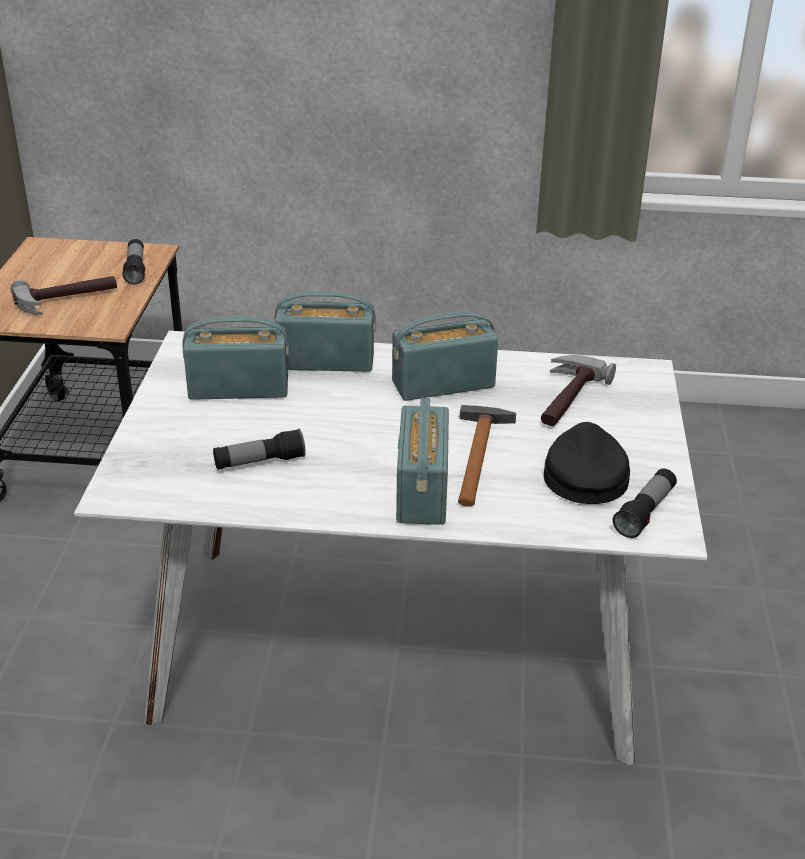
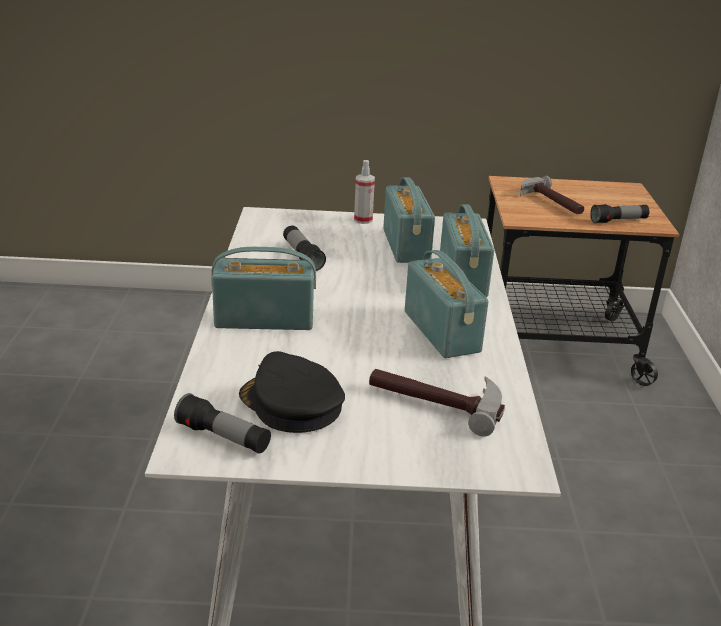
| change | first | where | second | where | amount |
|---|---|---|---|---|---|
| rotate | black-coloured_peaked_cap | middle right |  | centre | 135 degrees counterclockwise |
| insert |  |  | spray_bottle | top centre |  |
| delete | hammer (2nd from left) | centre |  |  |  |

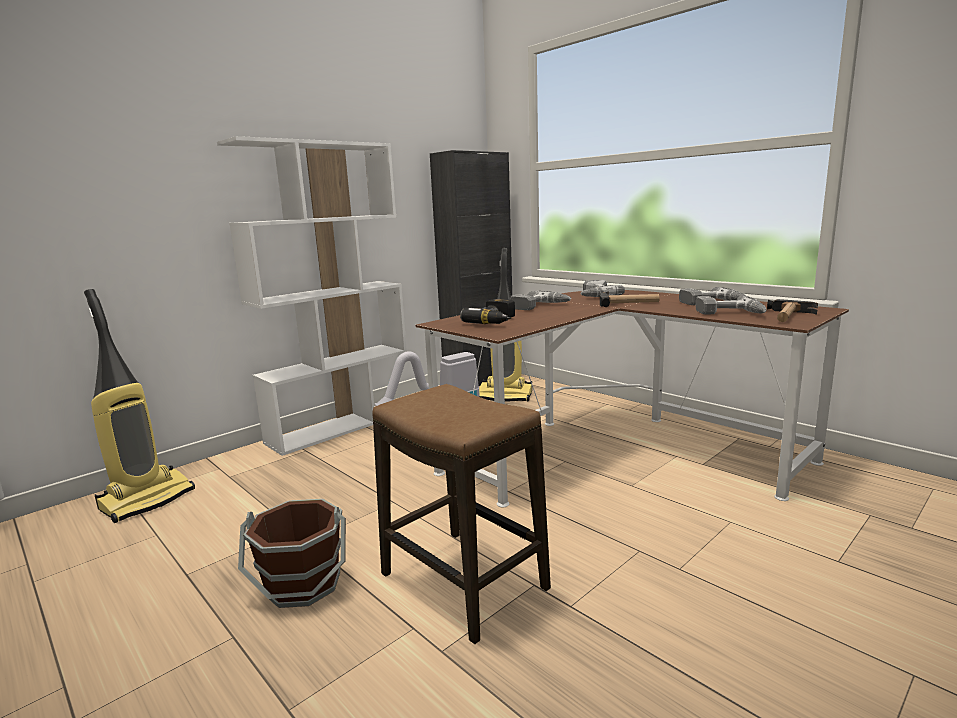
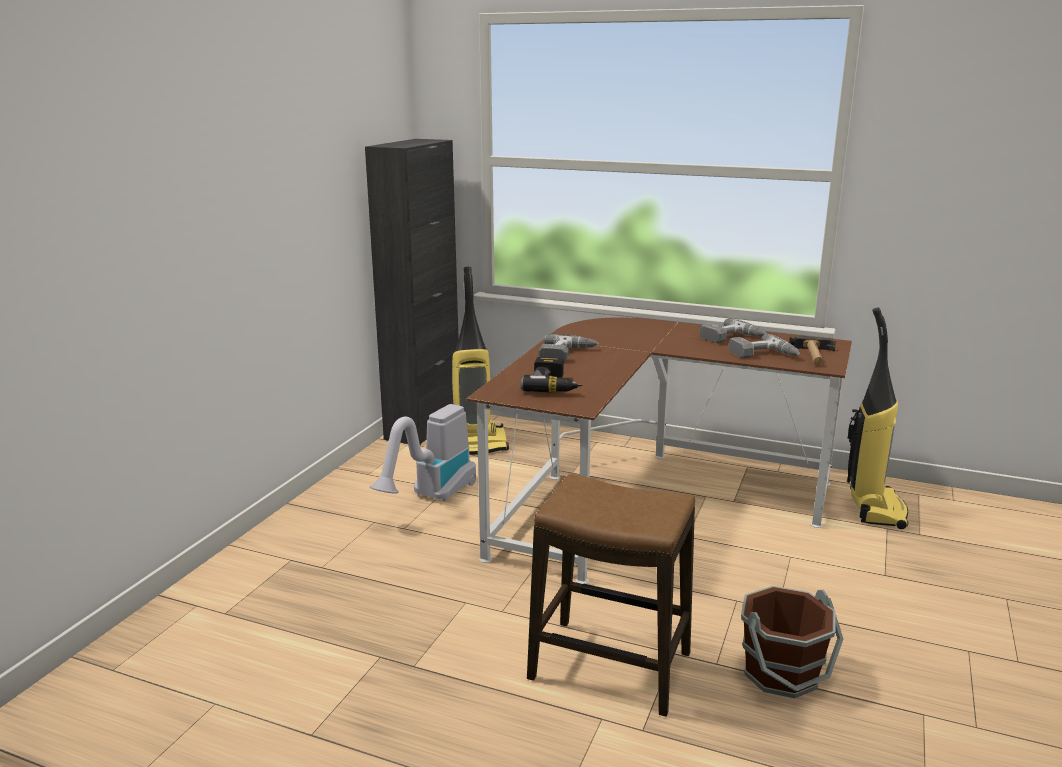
| change | first | where | second | where | amount |
|---|---|---|---|---|---|
| move | brown_water_bucket | bottom left |  | bottom right |  |
| move | vacuum (1st from left in the first image) | middle left | vacuum (3rd from left) | middle right |  |
| delete | white-coloured_bookcase | middle left |  |  |  |
| delete | power_drill (3rd from left) | centre |  |  |  |
| delete | hammer (1st from left) | centre |  |  |  |

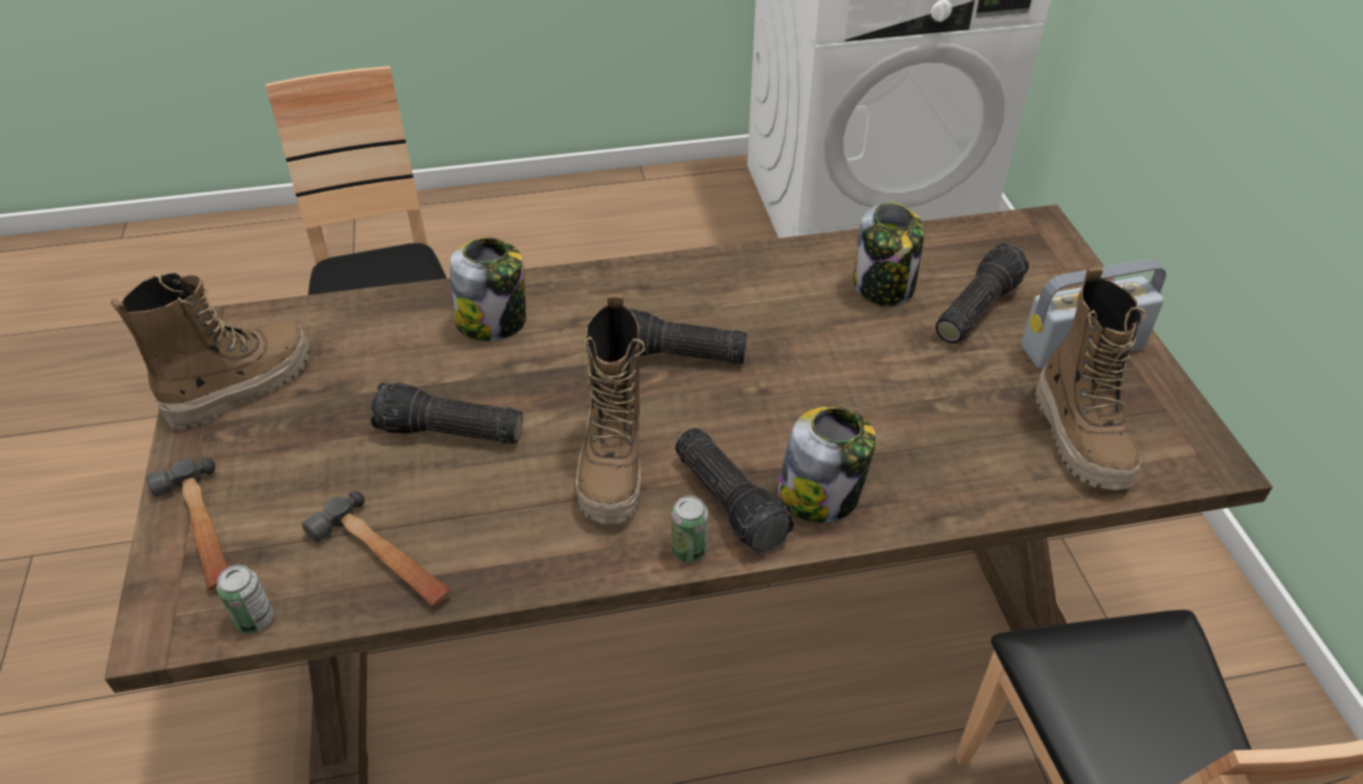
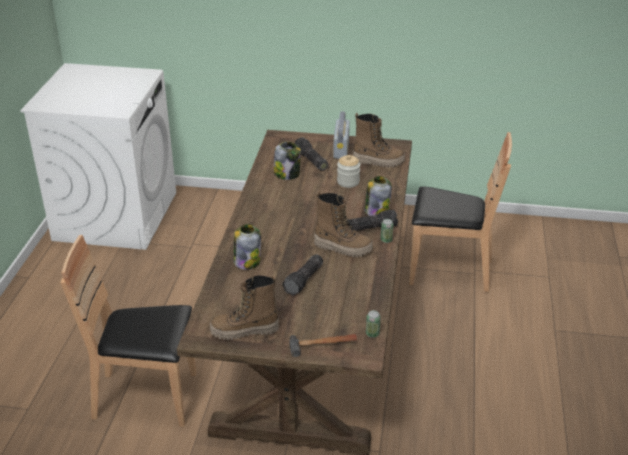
| change | first | where | second | where | amount |
|---|---|---|---|---|---|
| rotate | tall_boot (1st from left) | middle left |  | bottom centre | 75 degrees counterclockwise |
| insert |  |  | preserve_jar (3rd from left) | centre |  |
| delete | hammer (2nd from left) | bottom left |  |  |  |
| delete | hand_torch (2nd from left) | centre |  |  |  |

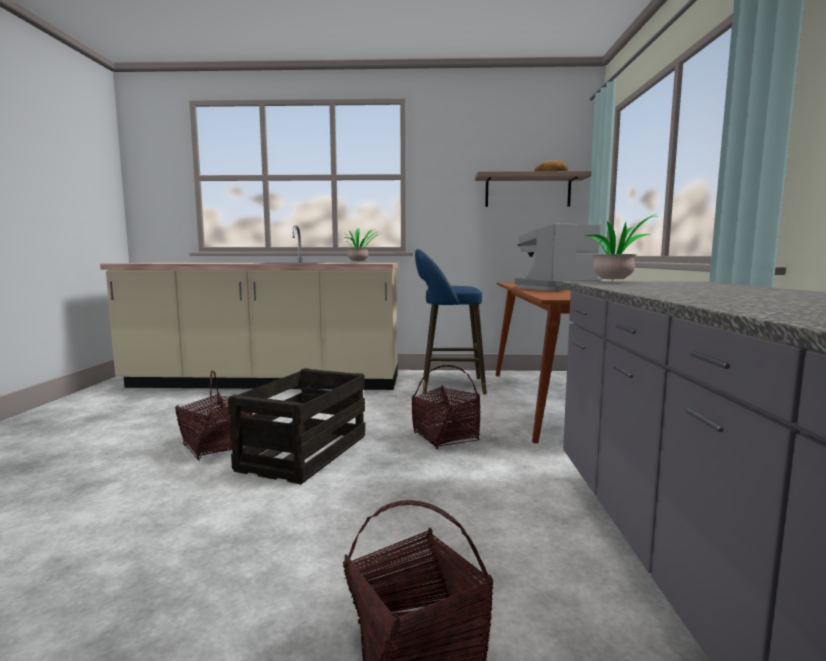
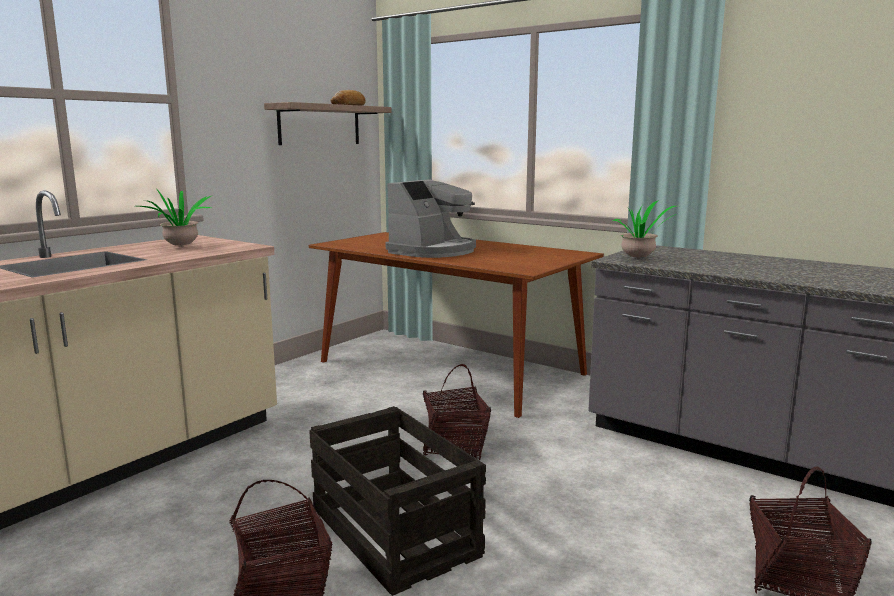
| change | first | where | second | where | amount |
|---|---|---|---|---|---|
| rotate | coffee_maker | middle right |  | centre | 150 degrees counterclockwise |
| delete | blue_sitting_stool | centre |  |  |  |

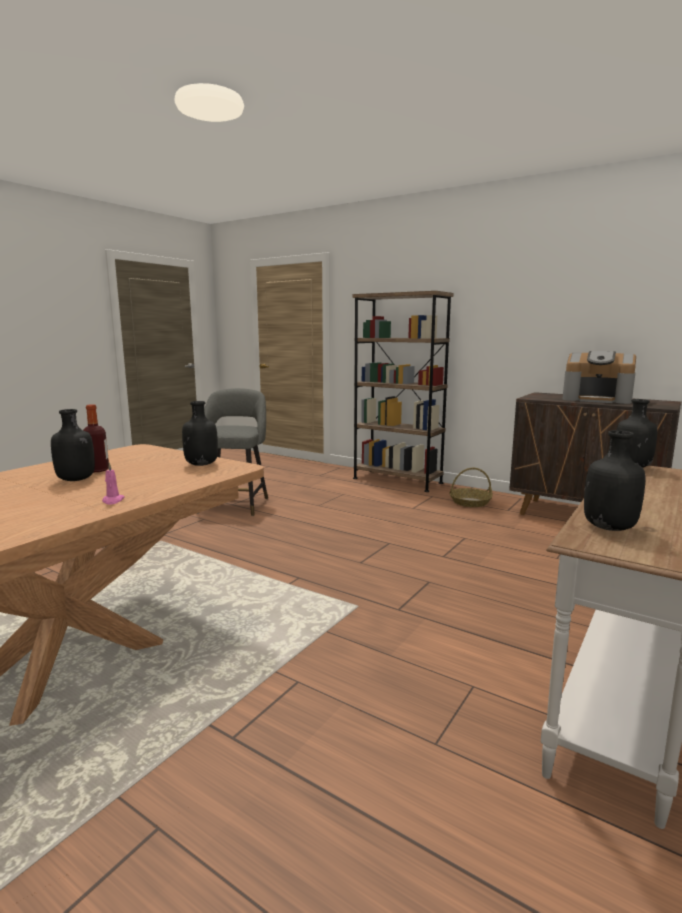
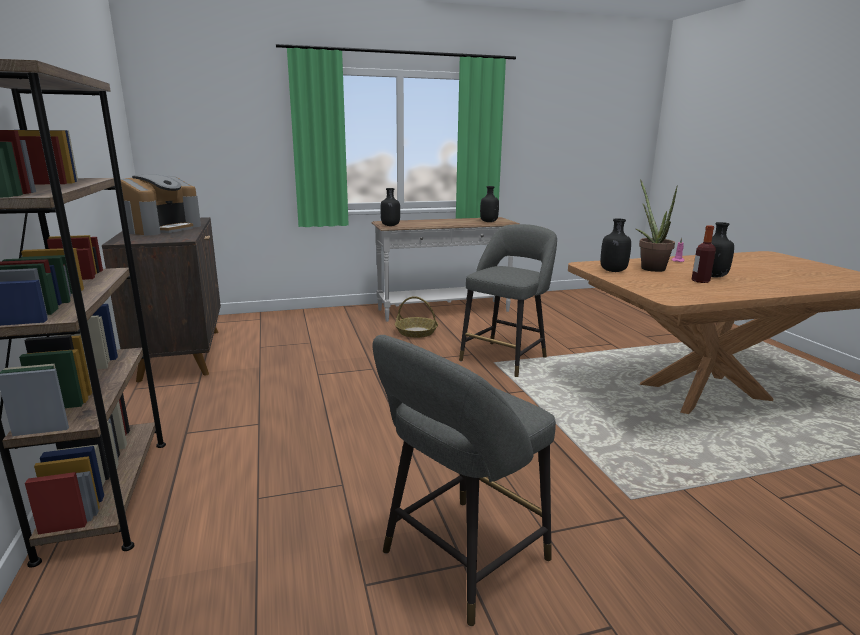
| change | first | where | second | where | amount |
|---|---|---|---|---|---|
| rotate | coffee_maker | middle right |  | top left | 45 degrees clockwise |
| move | basket | middle right |  | centre |  |
| insert |  |  | gray_sitting_stool (2nd from left) | centre |  |
| insert |  |  | houseplant | middle right |  |

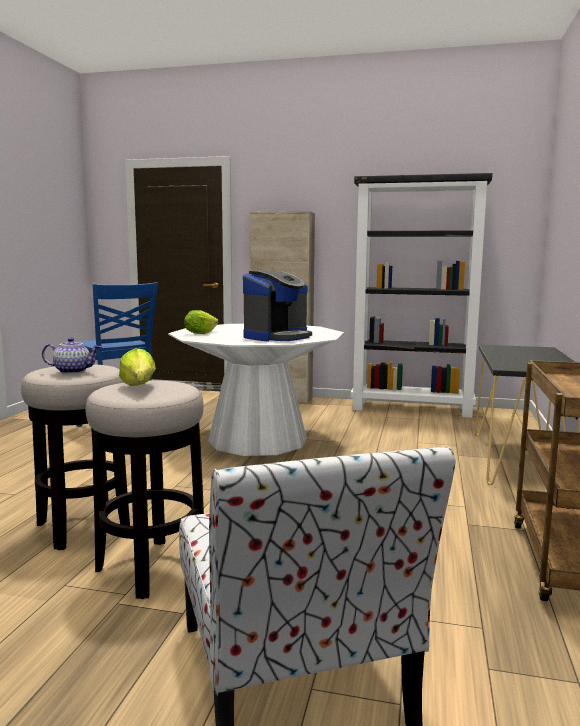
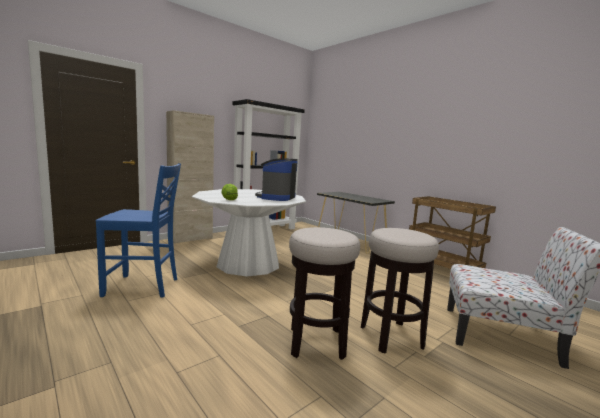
| change | first | where | second | where | amount |
|---|---|---|---|---|---|
| rotate | coffee_maker | centre |  | centre | 150 degrees counterclockwise |
| delete | tea_pot | middle left |  |  |  |
| delete | lettuce_head (1st from left) | middle left |  |  |  |

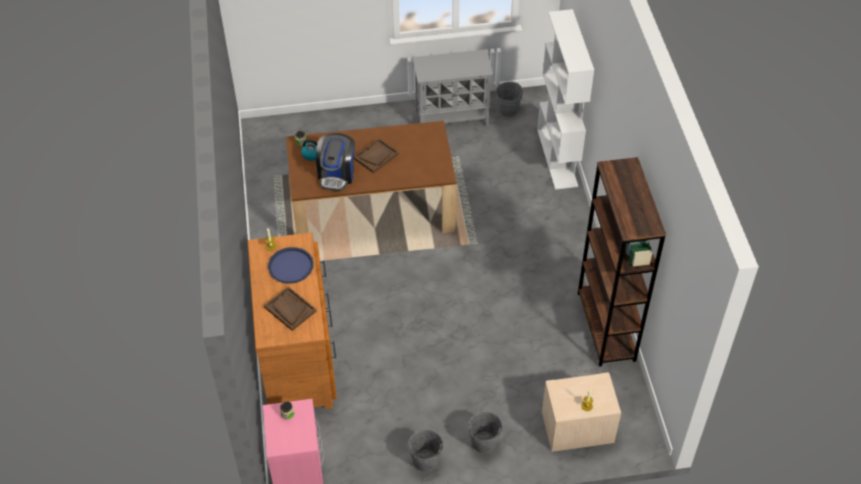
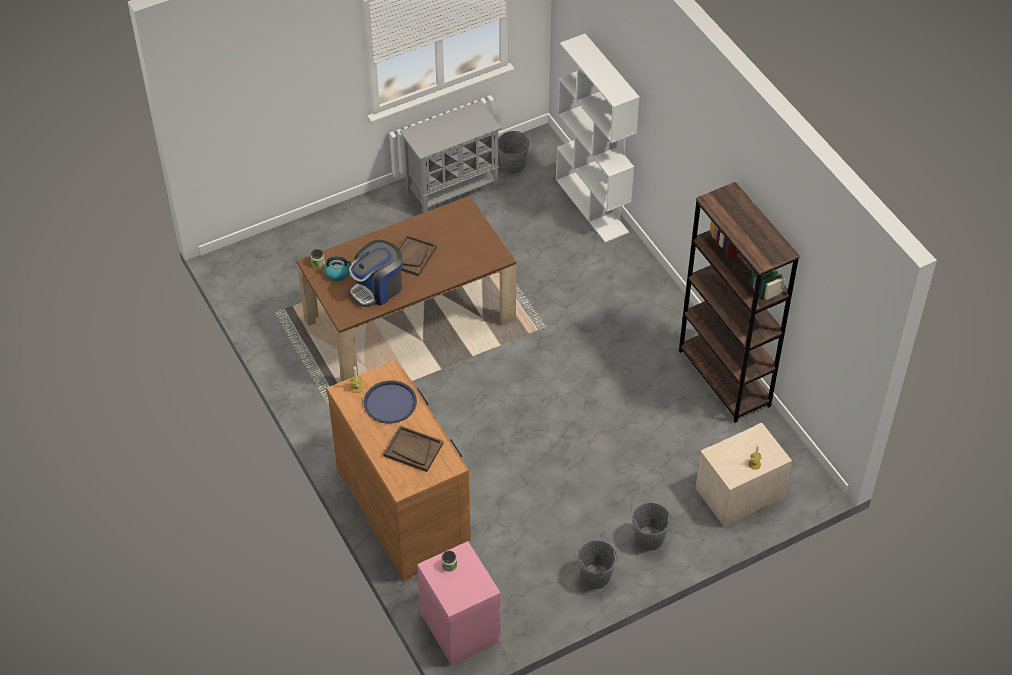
| change | first | where | second | where | amount |
|---|---|---|---|---|---|
| rotate | coffee_maker | centre |  | centre | 60 degrees clockwise |

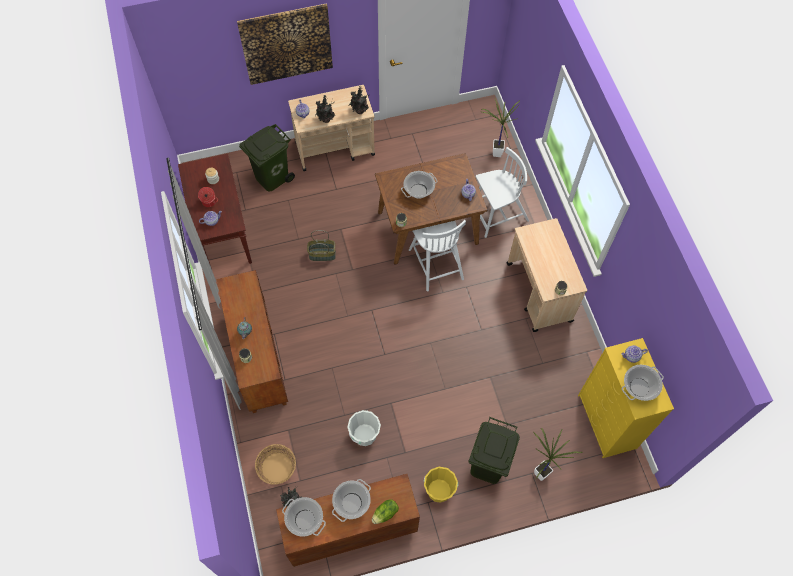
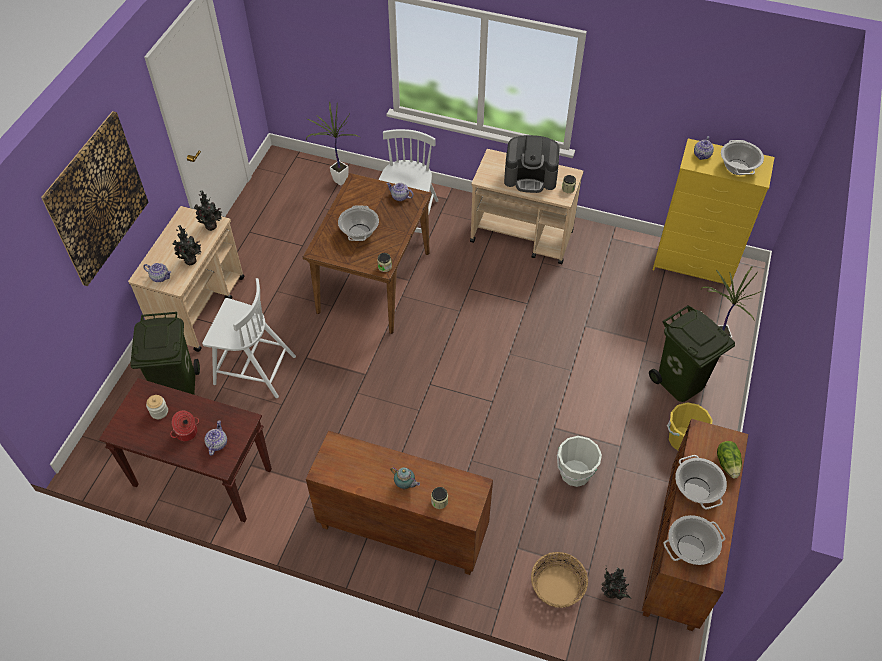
| change | first | where | second | where | amount |
|---|---|---|---|---|---|
| move | white-coloured_upright_chair (1st from left) | centre |  | middle left |  |
| insert |  |  | coffee_maker | top centre |  |
| delete | basket (2nd from left) | centre |  |  |  |

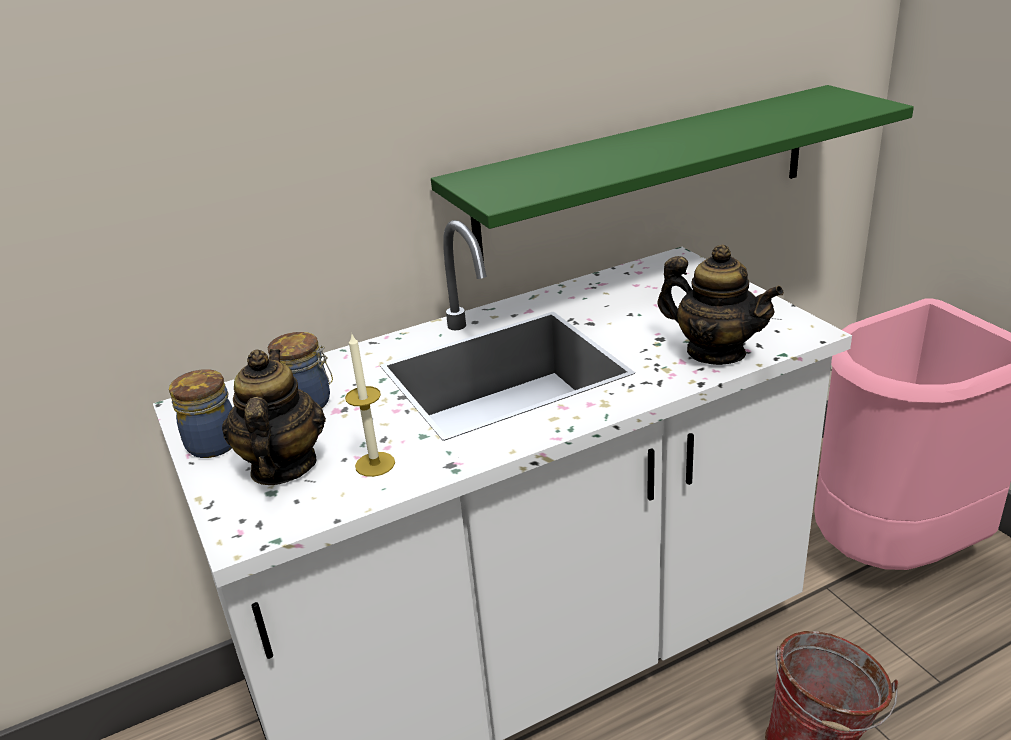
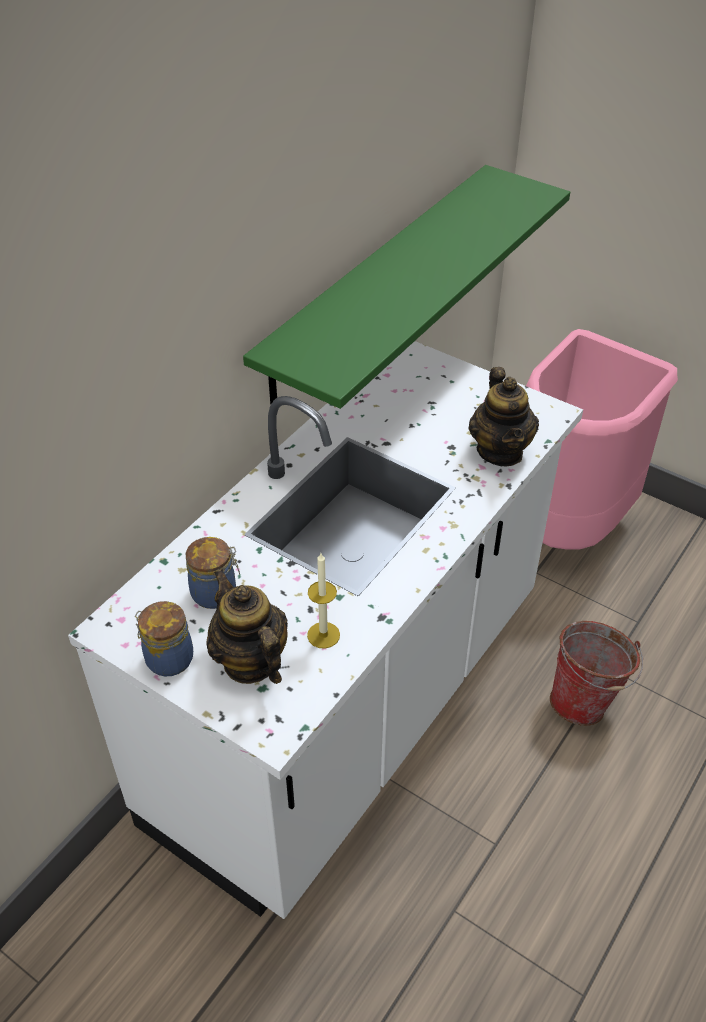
| change | first | where | second | where | amount |
|---|---|---|---|---|---|
| rotate | tea_pot (2nd from left) | middle right |  | middle right | 75 degrees clockwise |

